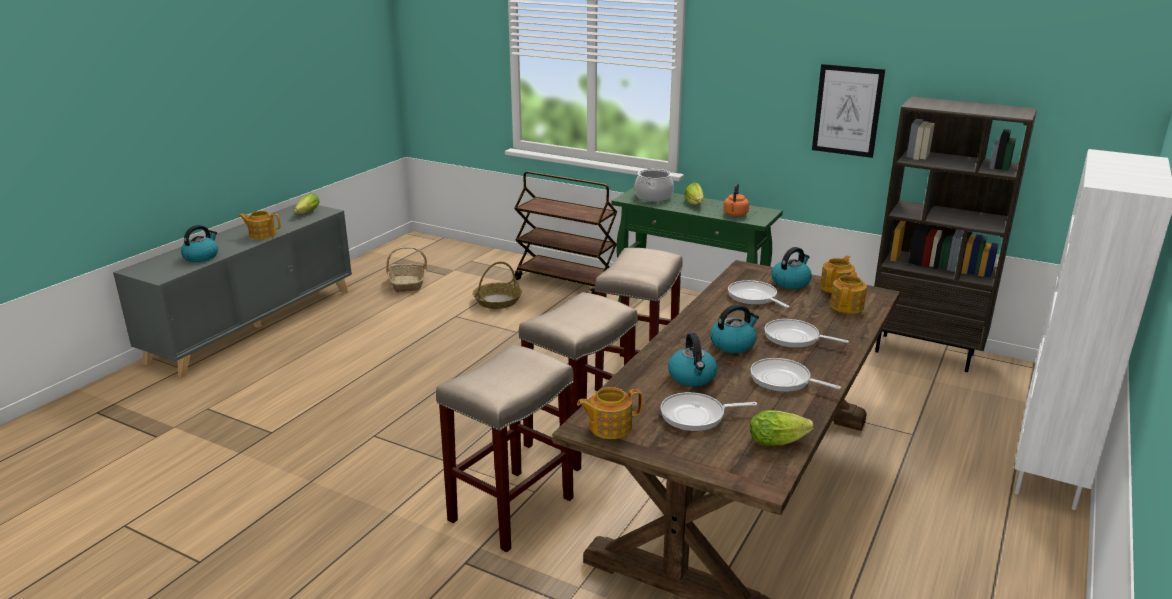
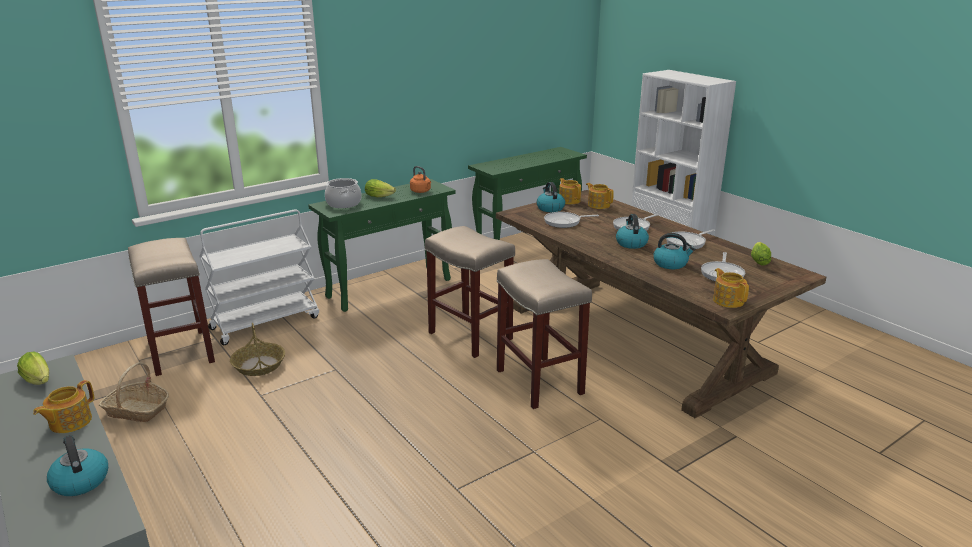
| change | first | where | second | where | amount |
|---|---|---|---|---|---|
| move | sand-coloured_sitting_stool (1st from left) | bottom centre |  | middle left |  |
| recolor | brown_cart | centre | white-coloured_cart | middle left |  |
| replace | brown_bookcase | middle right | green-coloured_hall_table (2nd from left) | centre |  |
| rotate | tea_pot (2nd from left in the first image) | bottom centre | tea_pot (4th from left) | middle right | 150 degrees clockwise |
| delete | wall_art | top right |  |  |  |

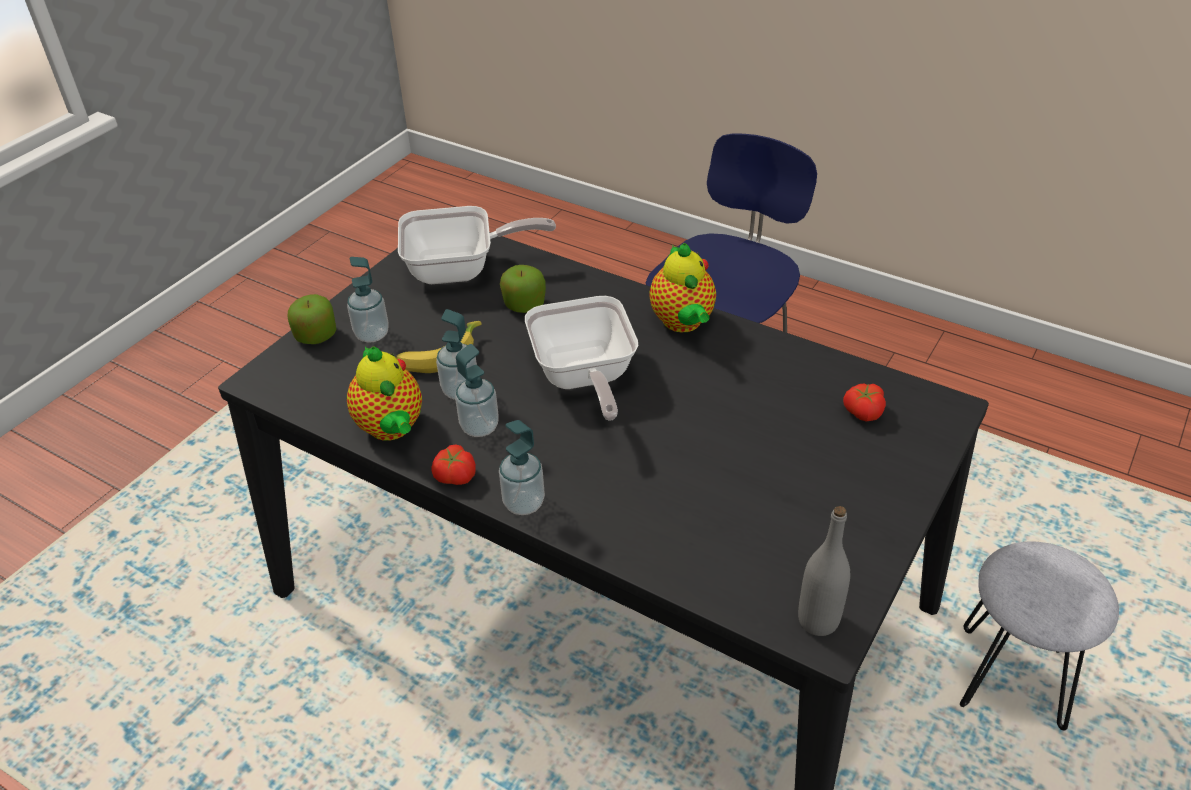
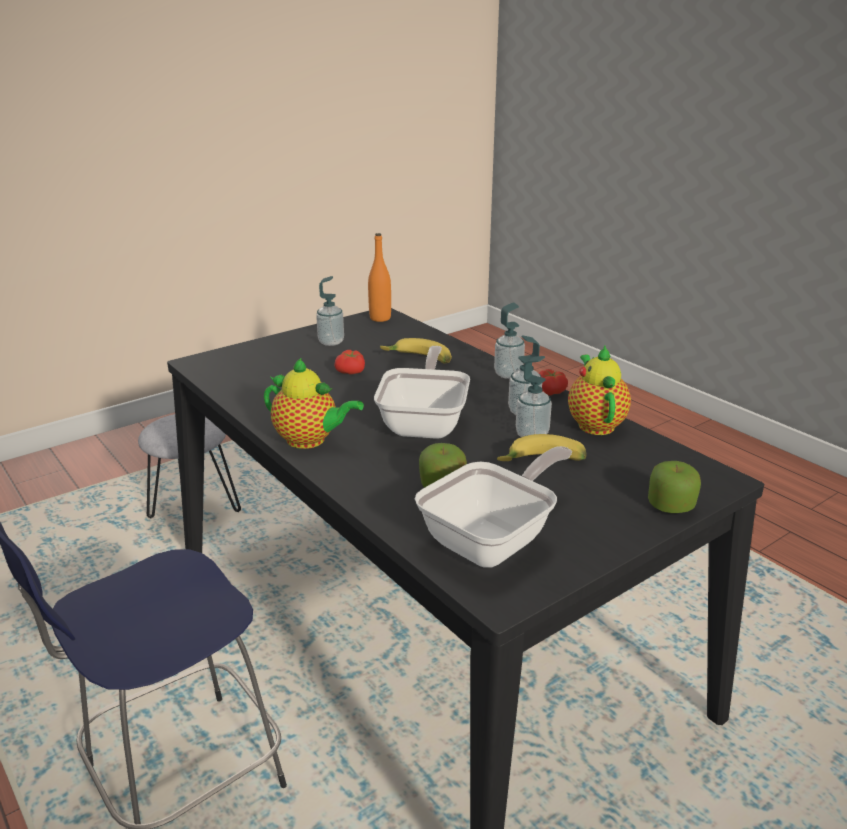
| change | first | where | second | where | amount |
|---|---|---|---|---|---|
| rotate | tea_pot (2nd from left in the first image) | centre | tea_pot (1st from left) | centre | 105 degrees clockwise |
| move | soap_dispenser (1st from left) | middle left |  | centre |  |
| move | whole_tomato (2nd from left in the first image) | middle right | whole_tomato (1st from left) | centre |  |
| recolor | gray_bottle | bottom right | orange_bottle | centre |  |
| insert |  |  | banana_fruit (1st from left) | centre |  |
| rotate | skillet (1st from left in the first image) | top centre | skillet (2nd from left) | centre | 120 degrees clockwise |

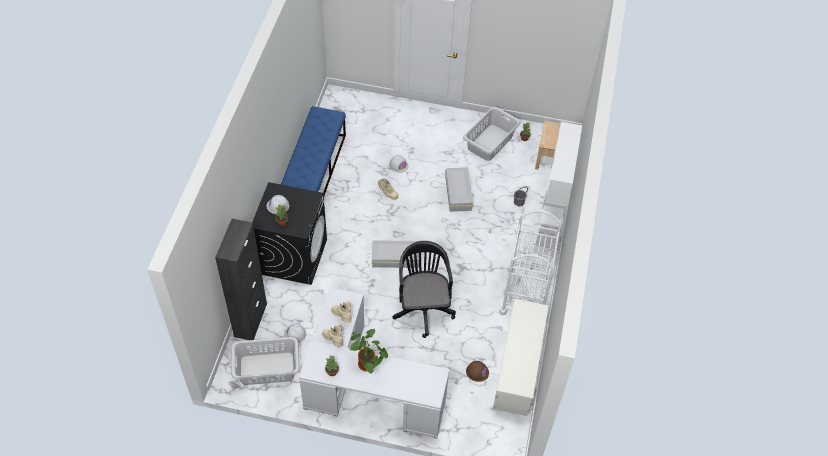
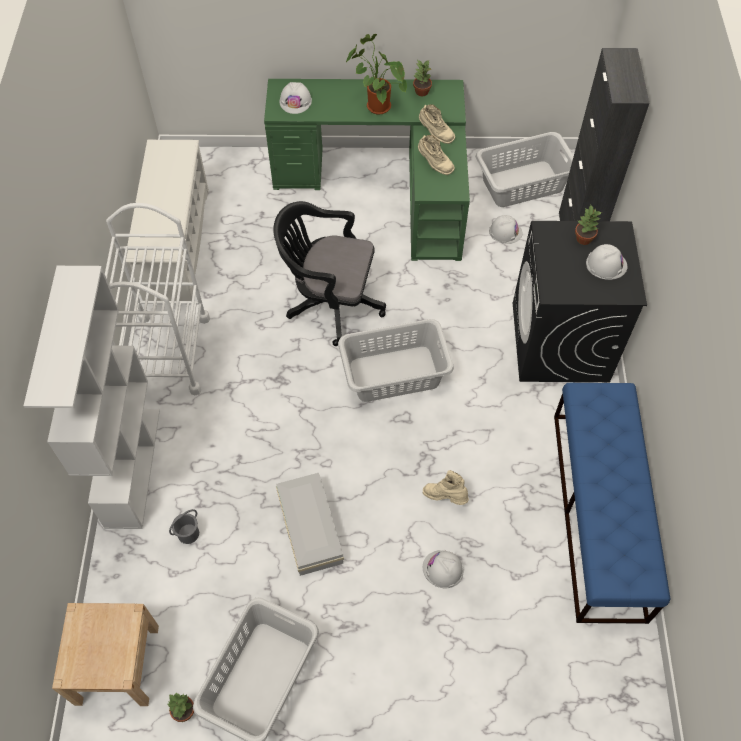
| change | first | where | second | where | amount |
|---|---|---|---|---|---|
| recolor | white-coloured_desk_table | bottom centre | green-coloured_desk_table | top centre |  |
| rotate | black-coloured_computer_chair | centre |  | centre | 120 degrees clockwise |
| insert |  |  | white-coloured_hard_hat (1st from left) | top centre |  |
| replace | white-coloured_storage_box (1st from left) | centre | gray_hamper (2nd from left) | centre |  |
| delete | brown_hard_hat | bottom centre |  |  |  |

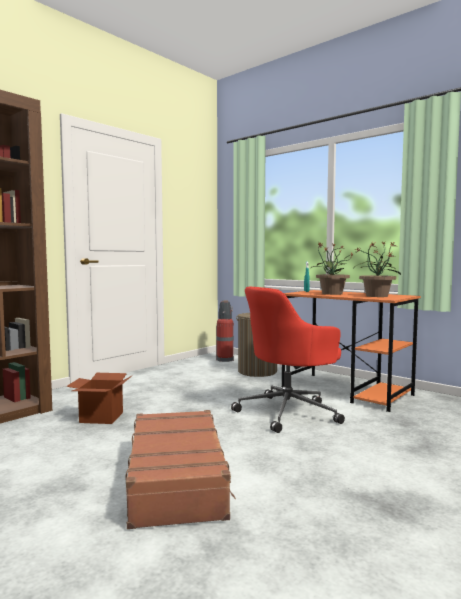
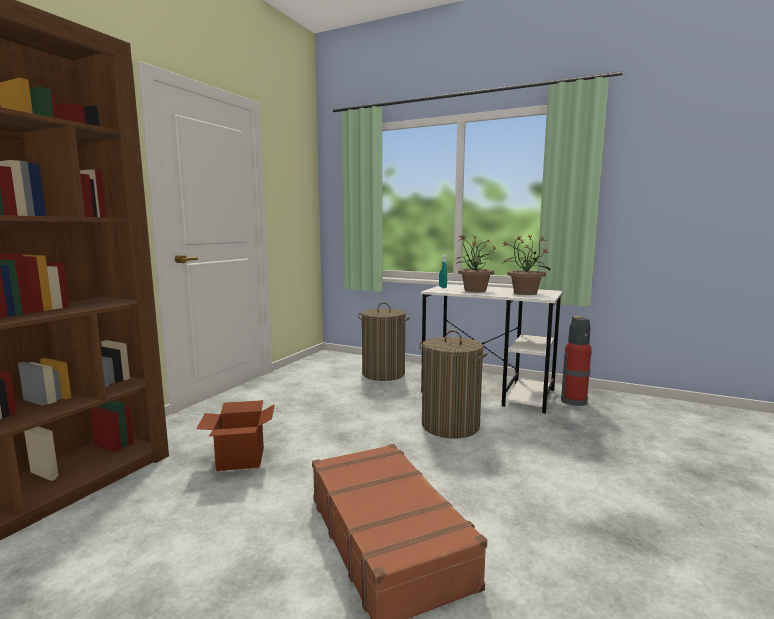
| change | first | where | second | where | amount |
|---|---|---|---|---|---|
| replace | red_computer_chair | centre | hamper (2nd from left) | centre |  |
| recolor | orange_desk_table | middle right | white-coloured_desk_table | centre |  |
| move | fire-fighting_cylinder | centre |  | middle right |  |

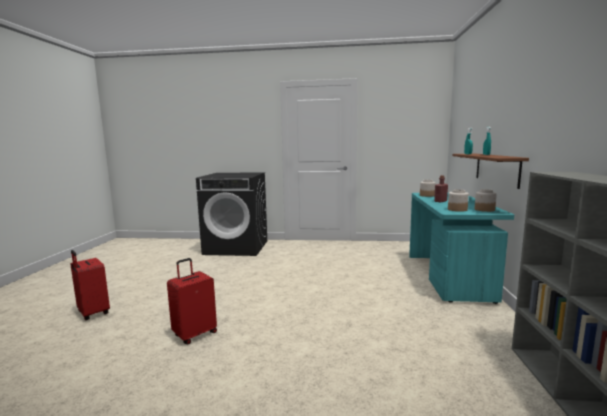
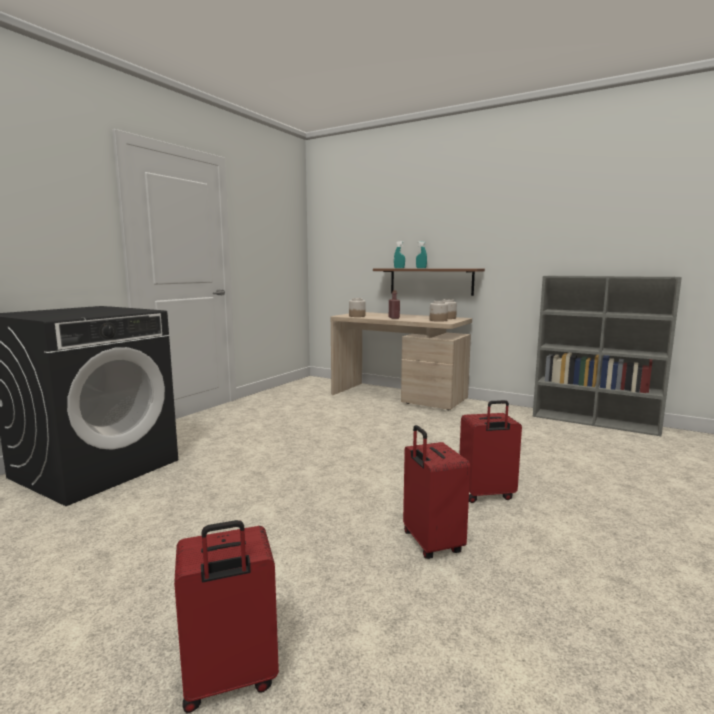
| change | first | where | second | where | amount |
|---|---|---|---|---|---|
| recolor | blue-green_desk_table | middle right | sand-coloured_desk_table | centre |  |
| insert |  |  | red_suitcase (3rd from left) | middle right |  |

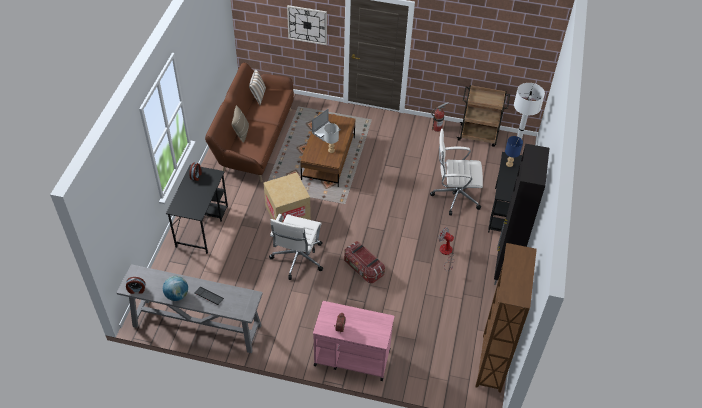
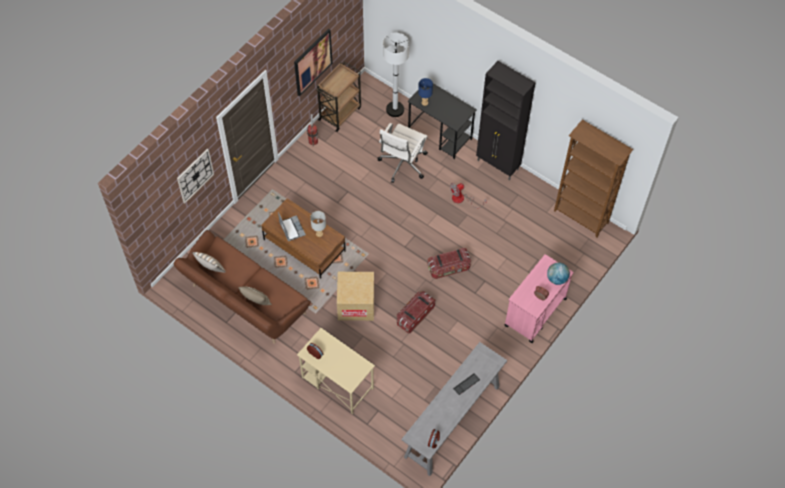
| change | first | where | second | where | amount |
|---|---|---|---|---|---|
| insert |  |  | wall_art | top centre |  |
| recolor | black-coloured_desk_table (1st from left) | middle left | sand-coloured_desk_table | bottom centre |  |
| replace | white-coloured_computer_chair (1st from left) | centre | storage_box (1st from left) | centre |  |
| move | globe | bottom left |  | middle right |  |

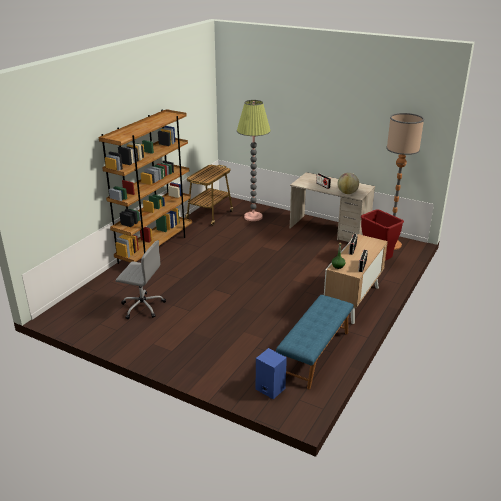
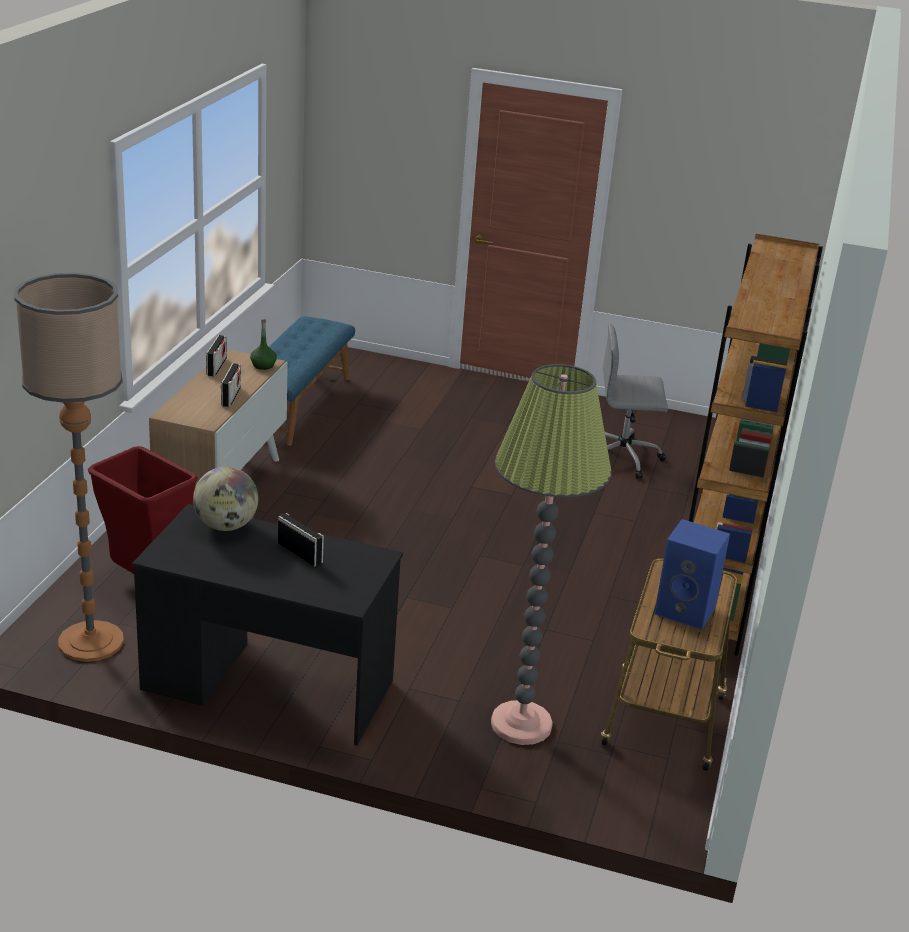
| change | first | where | second | where | amount |
|---|---|---|---|---|---|
| recolor | sand-coloured_desk_table | centre | black-coloured_desk_table | bottom left |  |
| move | blue_speaker | bottom centre |  | middle right |  |

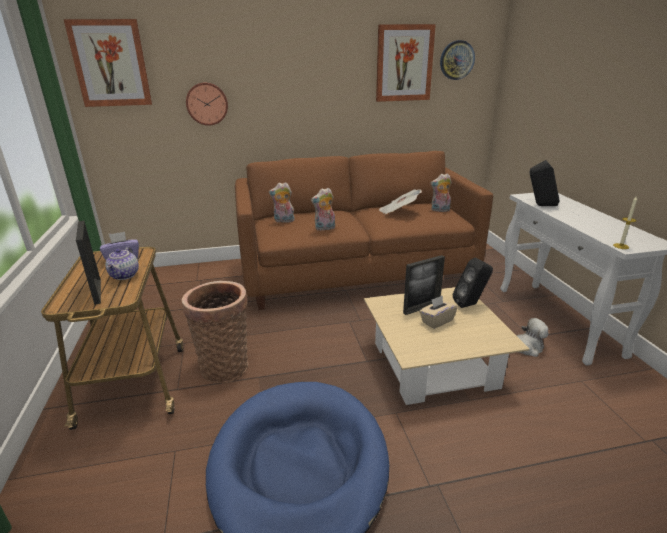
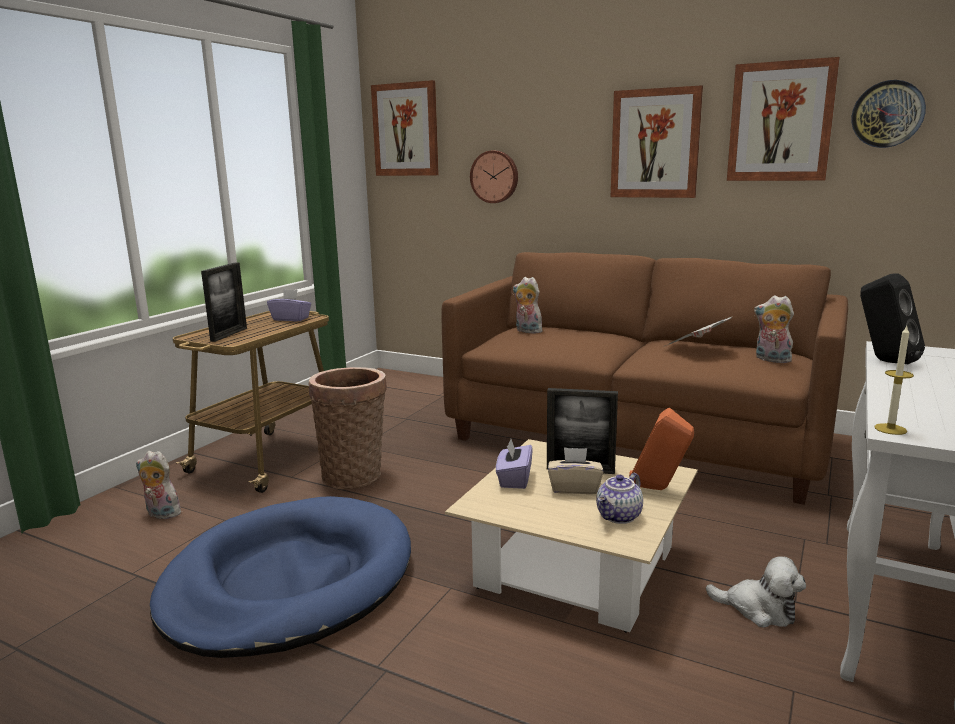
| change | first | where | second | where | amount |
|---|---|---|---|---|---|
| move | plush_toy (2nd from left in the first image) | centre | plush_toy (1st from left) | bottom left |  |
| insert |  |  | purplish_tissue_holder (2nd from left) | centre |  |
| move | tea_pot | middle left |  | bottom centre |  |
| insert |  |  | wall_art (2nd from left) | top right |  |
| recolor | black-coloured_speaker (1st from left) | middle right | orange_speaker | middle right |  |

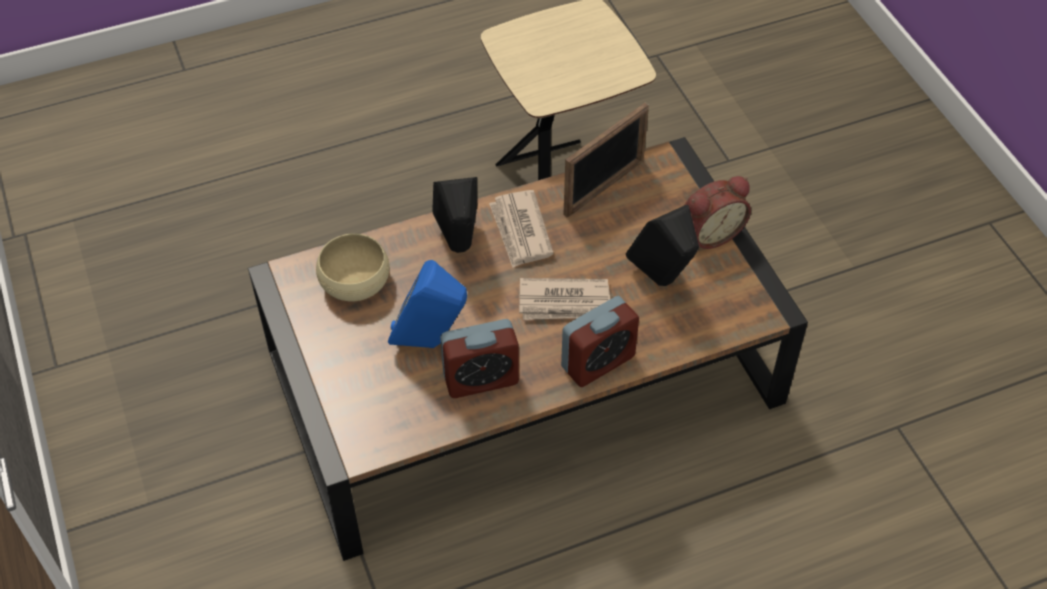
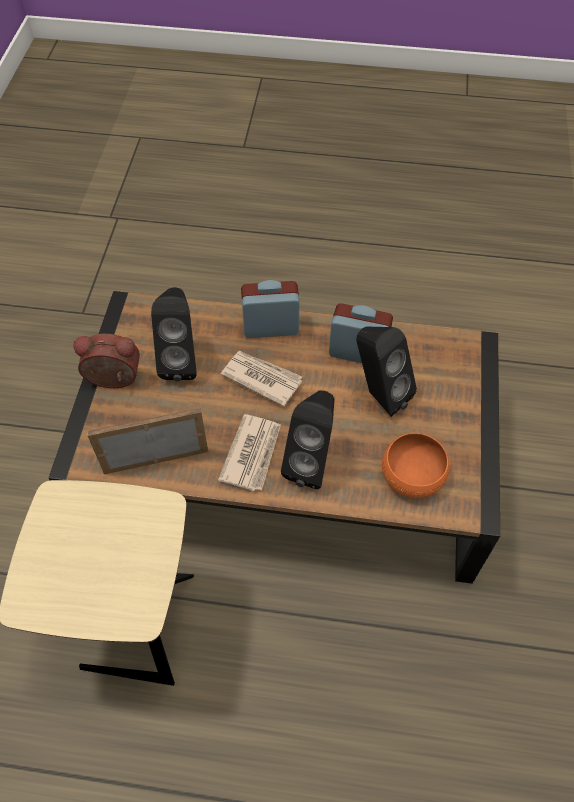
| change | first | where | second | where | amount |
|---|---|---|---|---|---|
| recolor | blue_speaker | centre | black-coloured_speaker (3rd from left) | middle right |  |
| recolor | sand-coloured_bowl | centre | orange_bowl | middle right |  |

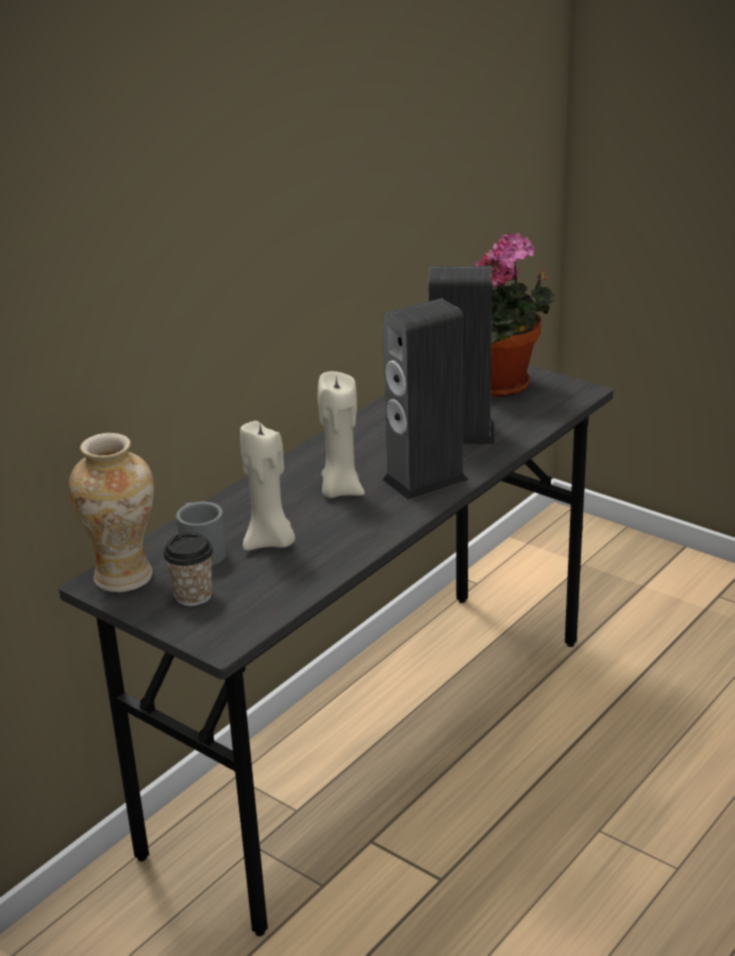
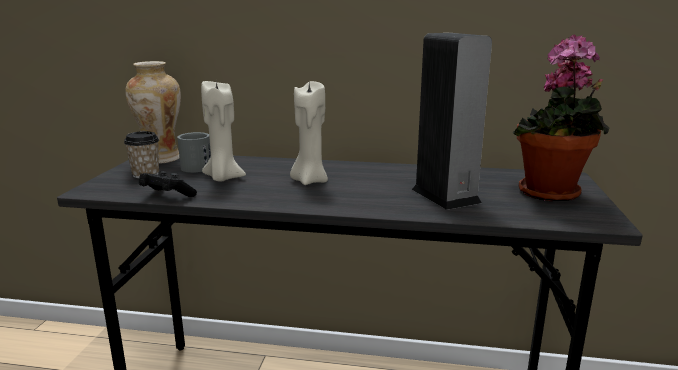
| change | first | where | second | where | amount |
|---|---|---|---|---|---|
| insert |  |  | black-coloured_joypad | middle left |  |
| delete | speaker (1st from left) | centre |  |  |  |

